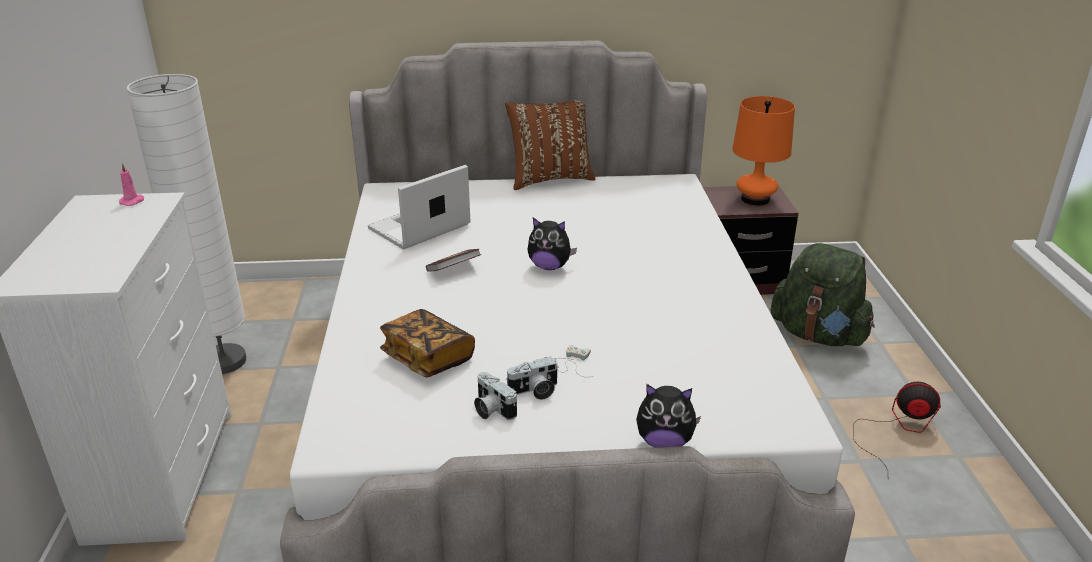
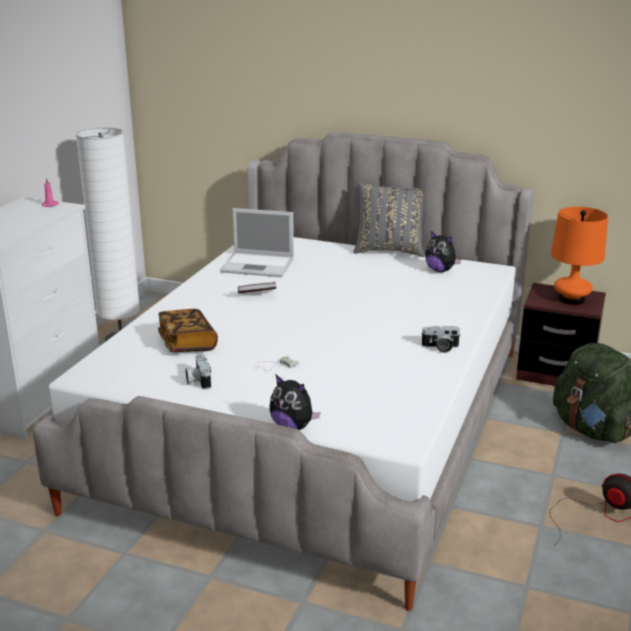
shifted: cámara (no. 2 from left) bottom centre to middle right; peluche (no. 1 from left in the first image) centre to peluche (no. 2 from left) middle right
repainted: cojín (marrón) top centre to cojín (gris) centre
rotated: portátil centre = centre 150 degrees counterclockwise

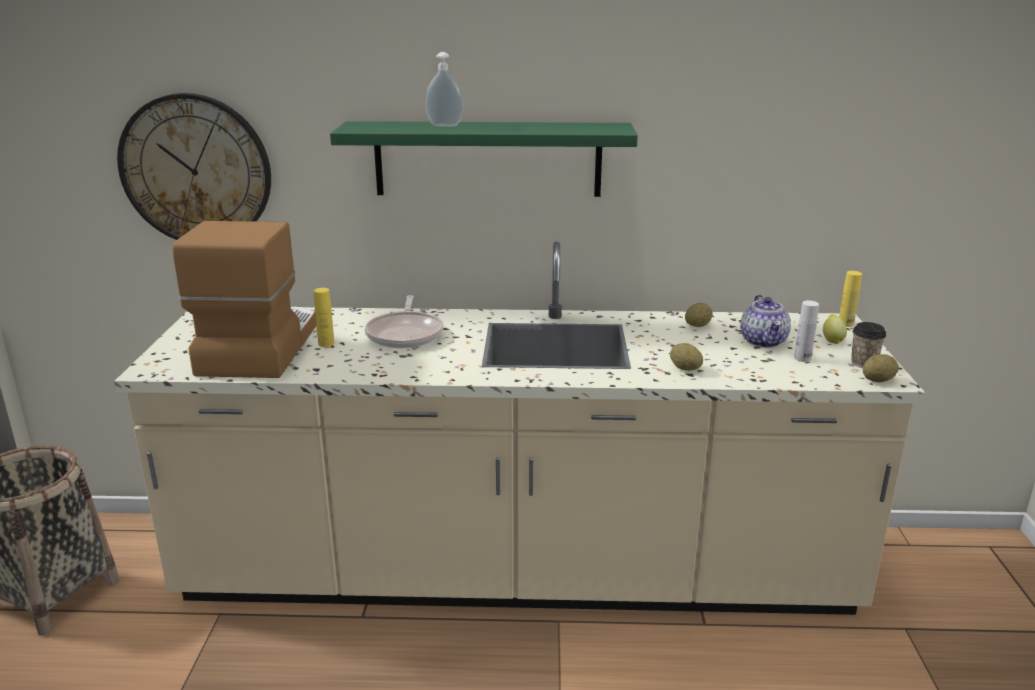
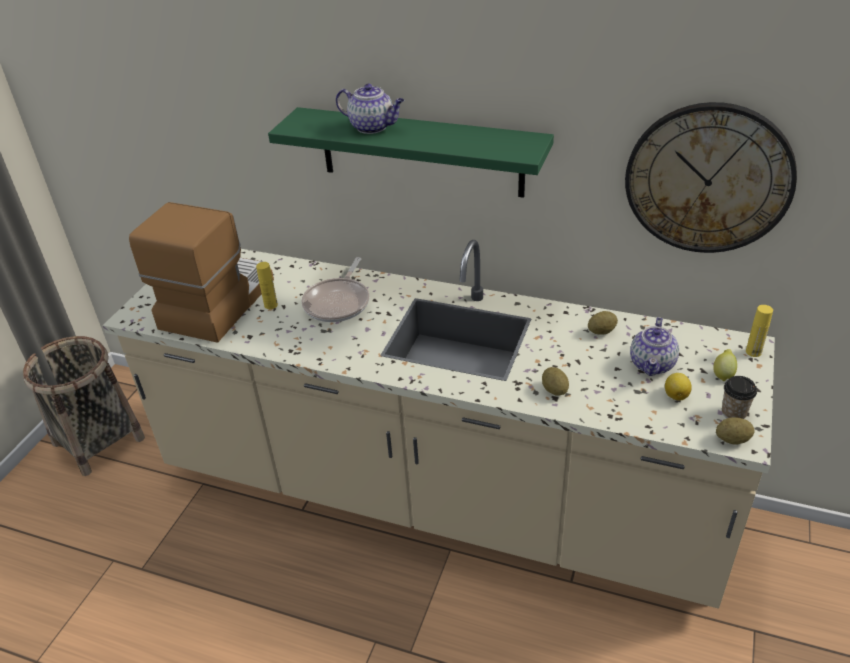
shifted: reloj de pared top left to top right
swapped: dispensador de jabón top centre to tetera (no. 1 from left) top centre; botella (blanco) middle right to limón (no. 1 from left) middle right

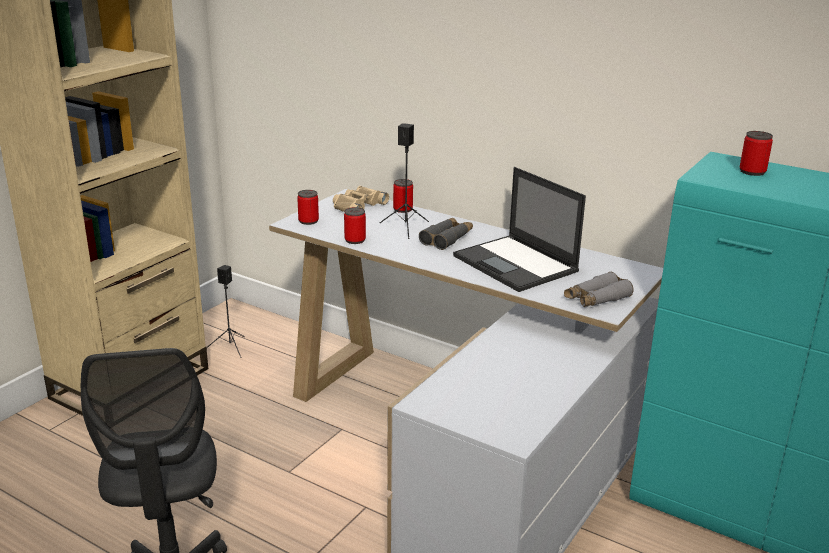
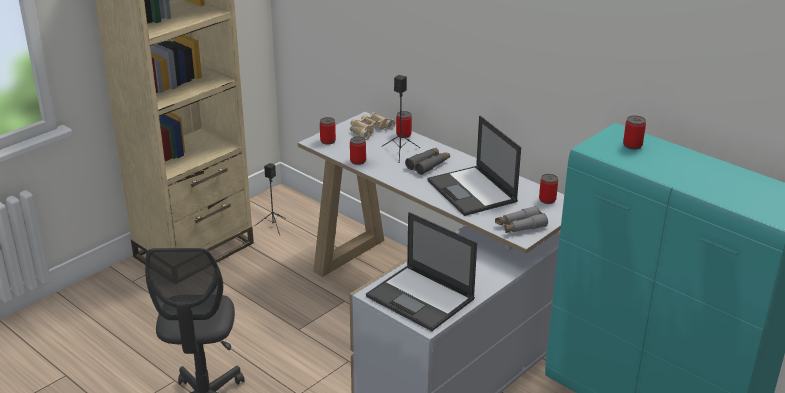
new: portátil (no. 1 from left) bottom centre; lata (no. 4 from left) middle right

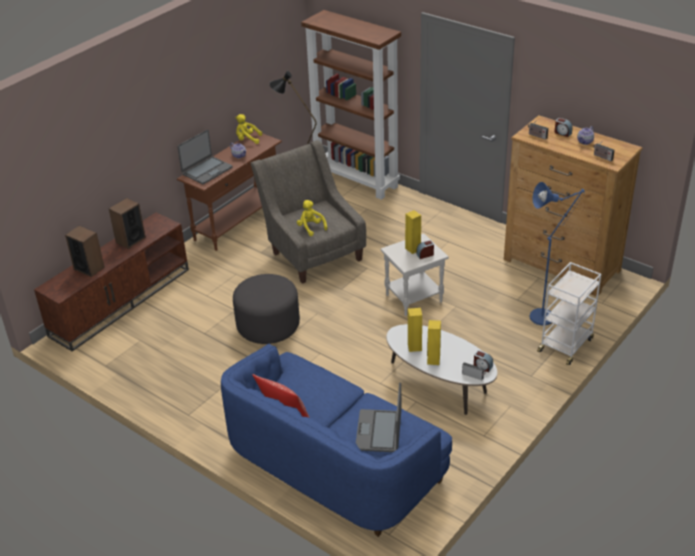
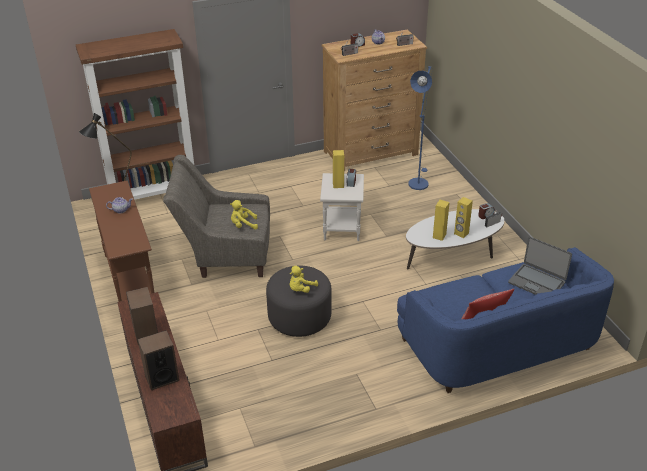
gone: portátil (no. 1 from left) top left; carrito (blanco) middle right
shifted: peluche (amarillo) (no. 1 from left in the first image) top centre to peluche (amarillo) (no. 2 from left) centre

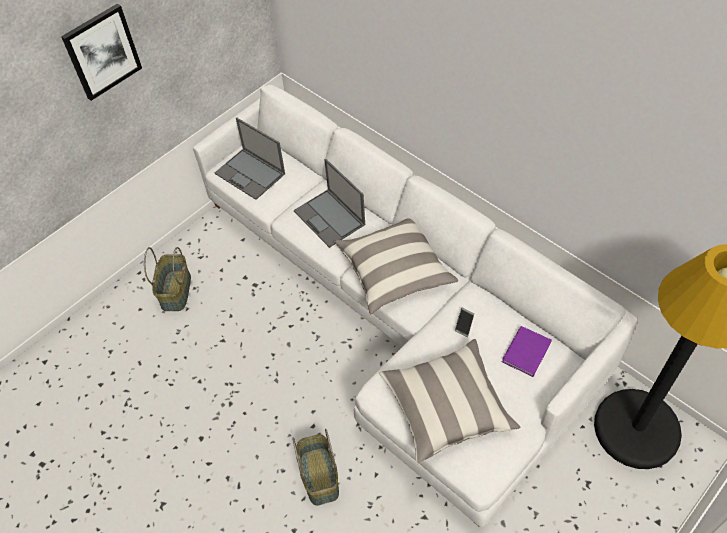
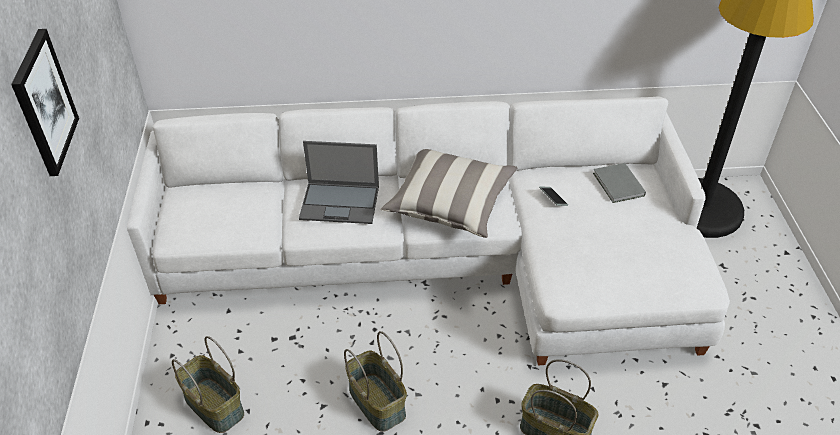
gone: portátil (no. 1 from left) top centre; cojín (no. 2 from left) bottom centre
new: cesta (no. 2 from left) bottom centre
repainted: libro (morado) middle right to libro (gris) middle right

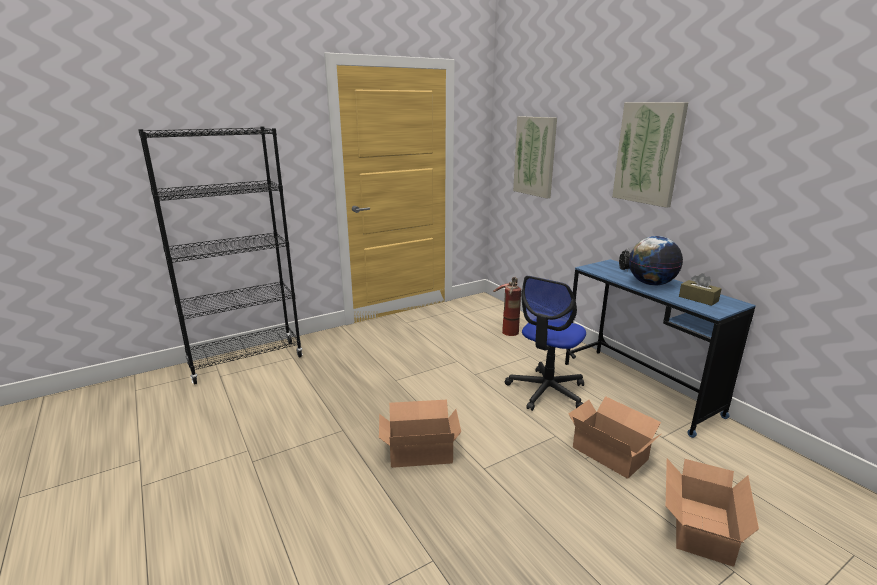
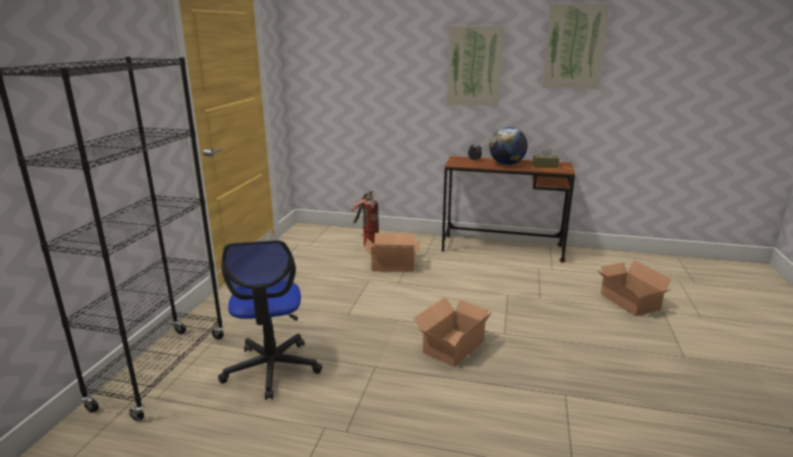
shifted: silla de oficina centre to bottom centre; cuadro (no. 1 from left in the first image) top centre to cuadro (no. 2 from left) top right; caja de cartón (no. 2 from left in the first image) bottom right to caja de cartón (no. 1 from left) centre
repainted: escritorio (azul) middle right to escritorio (marrón) centre

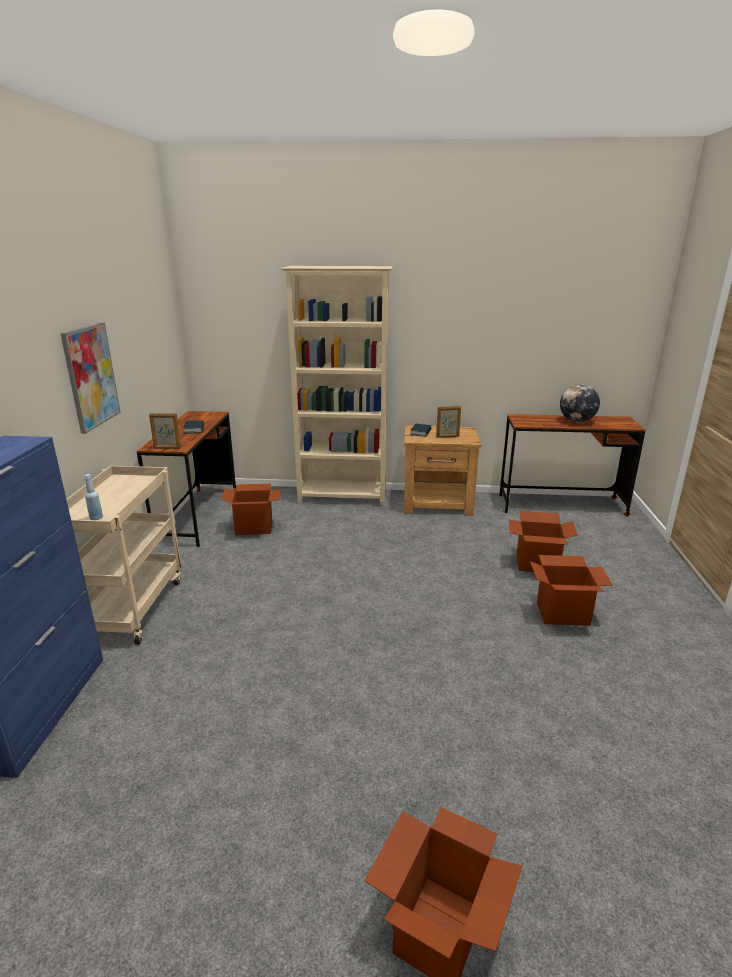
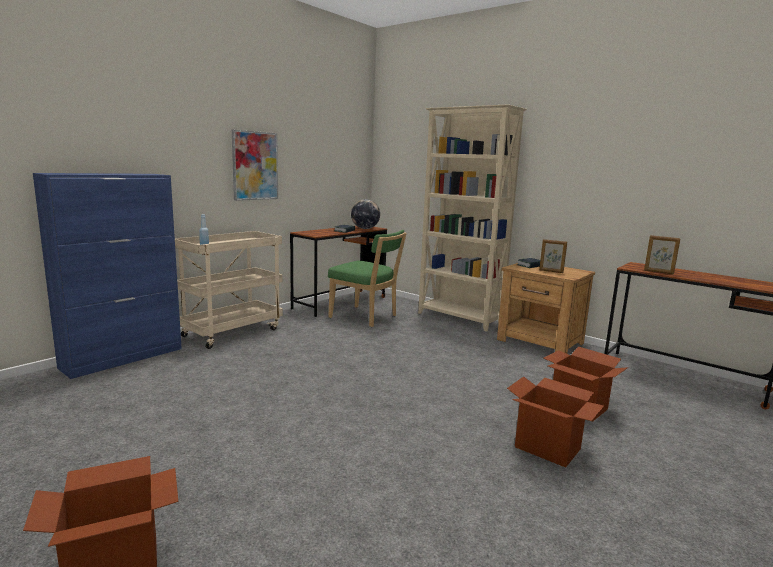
shifted: portarretratos (no. 1 from left in the first image) middle left to portarretratos (no. 2 from left) middle right; globo terráqueo middle right to centre
swapped: caja de cartón (no. 1 from left) centre to silla (verde) centre

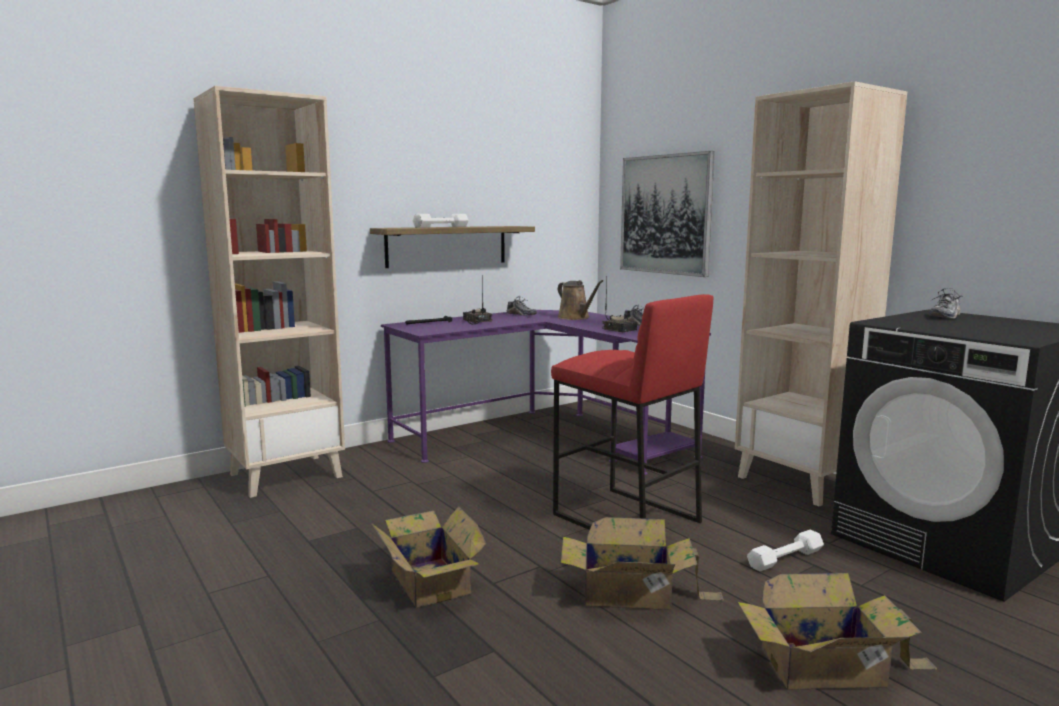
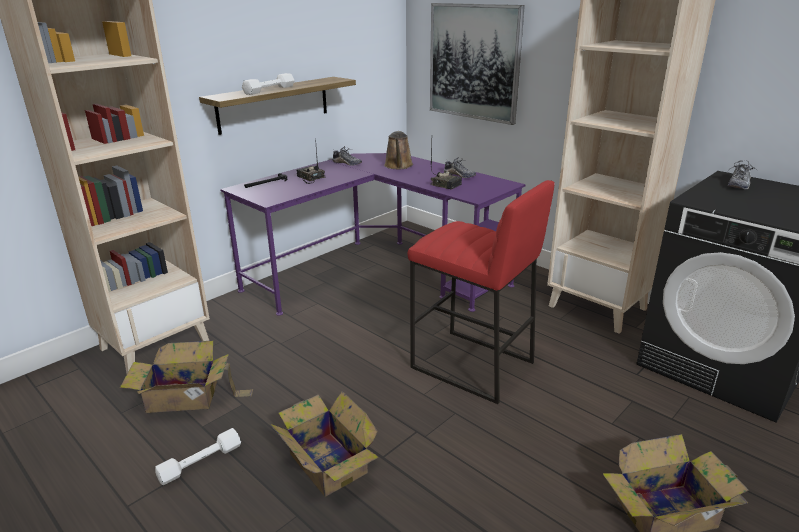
shifted: caja de cartón (no. 2 from left in the first image) bottom centre to caja de cartón (no. 1 from left) bottom left; mancuerna (blanco) (no. 2 from left in the first image) bottom right to mancuerna (blanco) (no. 1 from left) bottom left
rotated: regadera (marrón) centre = top centre 45 degrees clockwise

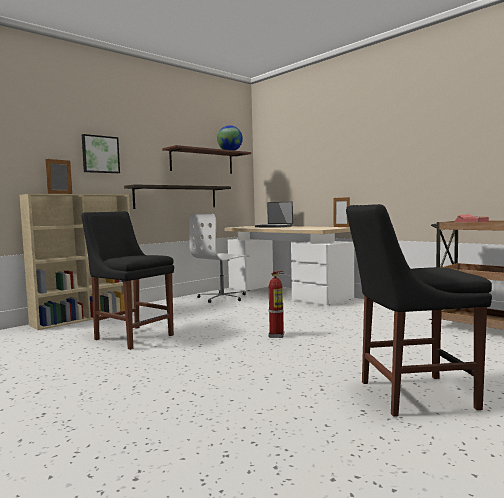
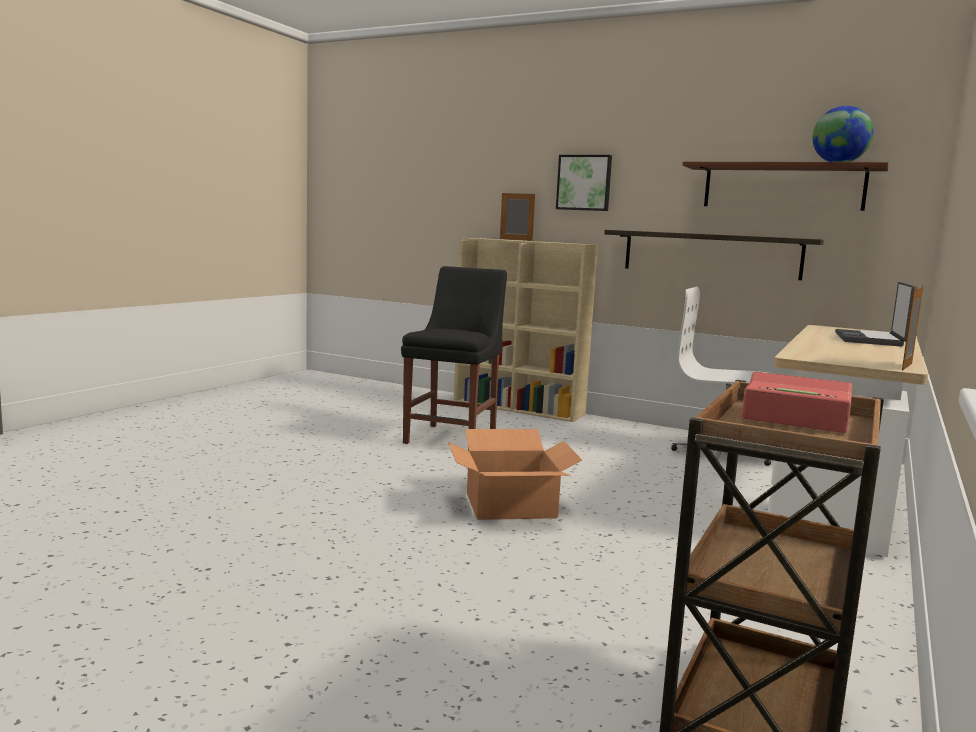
gone: silla (negro) (no. 2 from left) middle right
swapped: extintor centre to caja de cartón centre

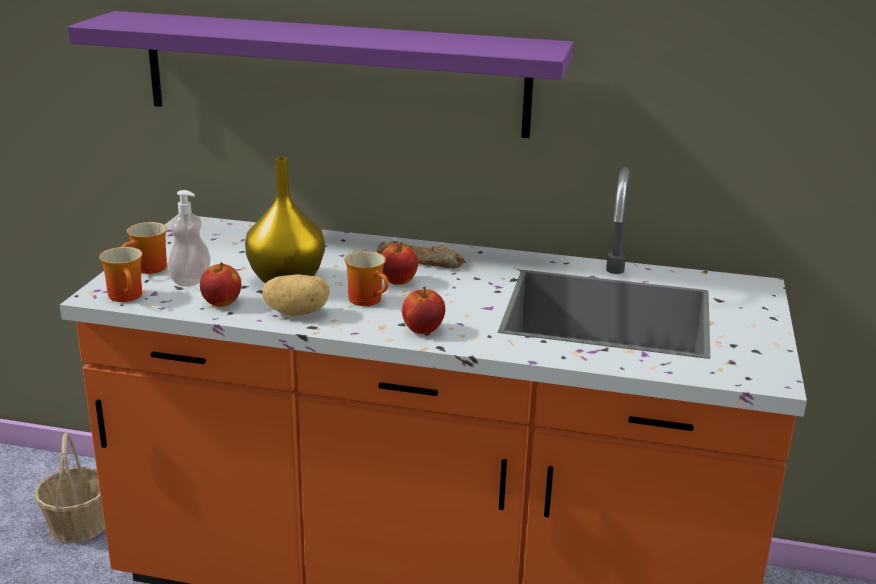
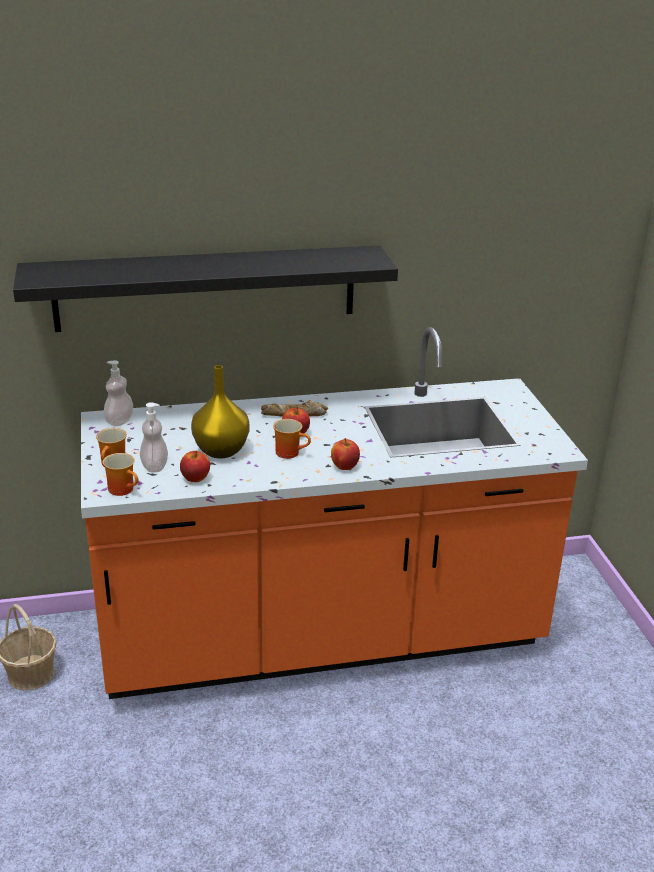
gone: patata centre
new: dispensador de jabón (no. 1 from left) middle left
repainted: estante (morado) top centre to estante (negro) top left

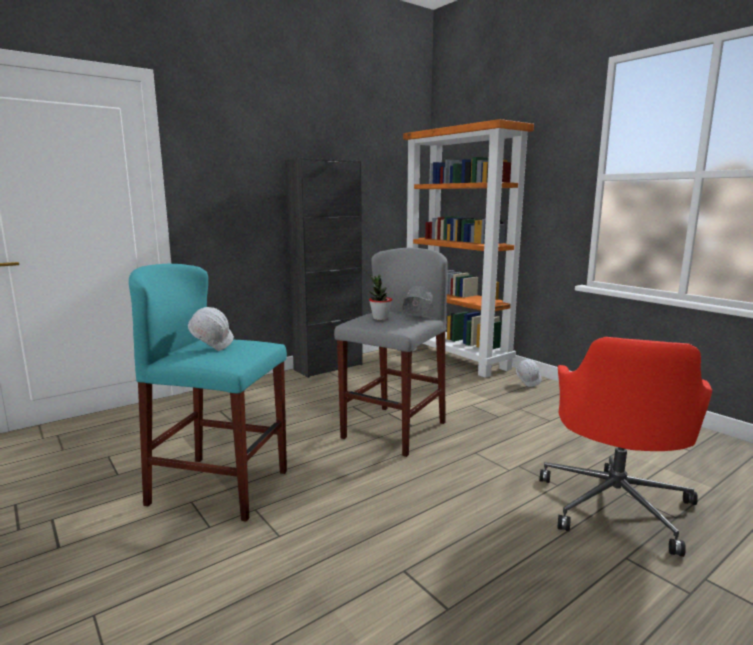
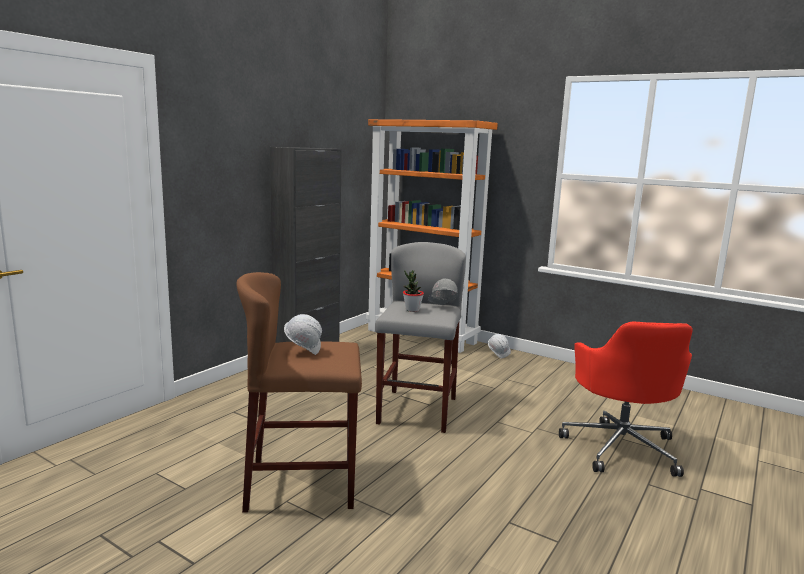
repainted: taburete (turquesa) middle left to taburete (marrón) bottom centre

